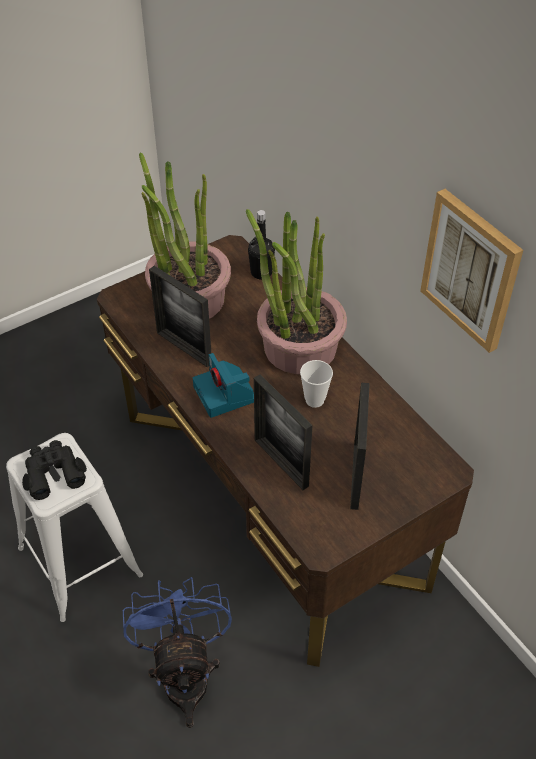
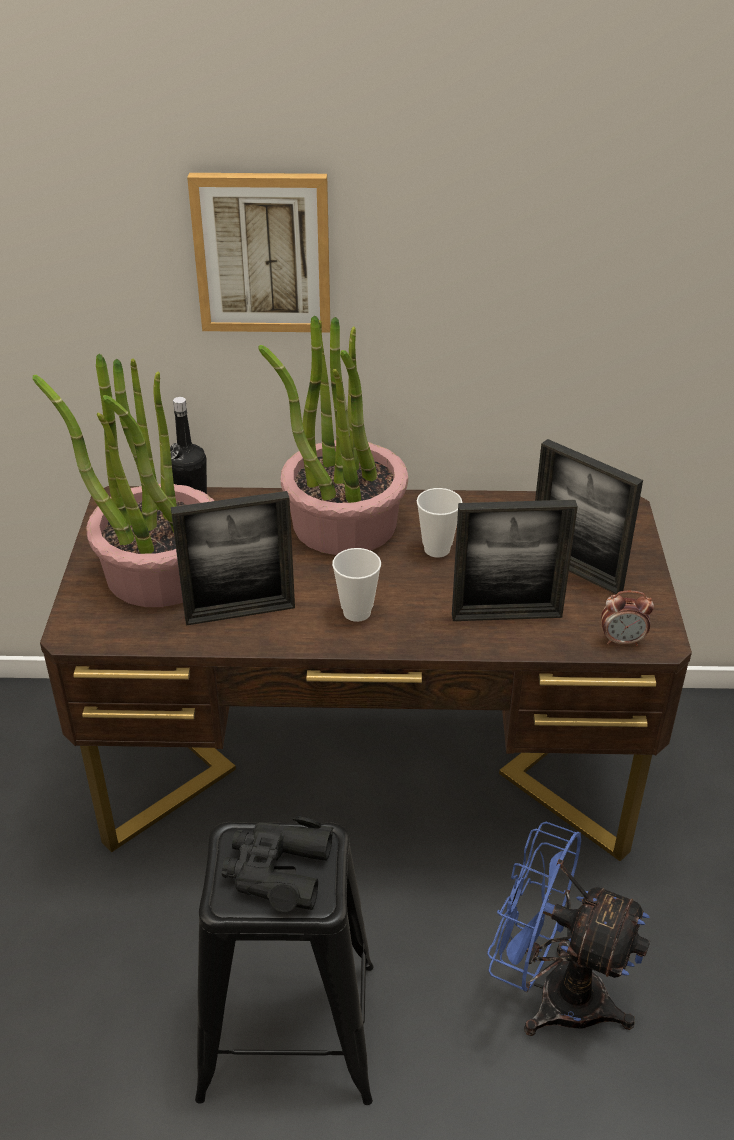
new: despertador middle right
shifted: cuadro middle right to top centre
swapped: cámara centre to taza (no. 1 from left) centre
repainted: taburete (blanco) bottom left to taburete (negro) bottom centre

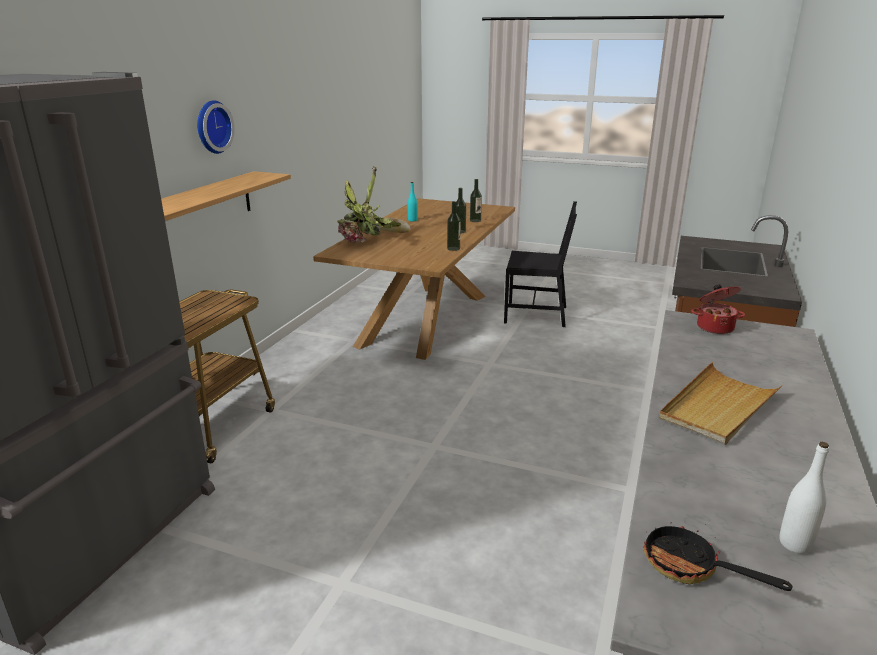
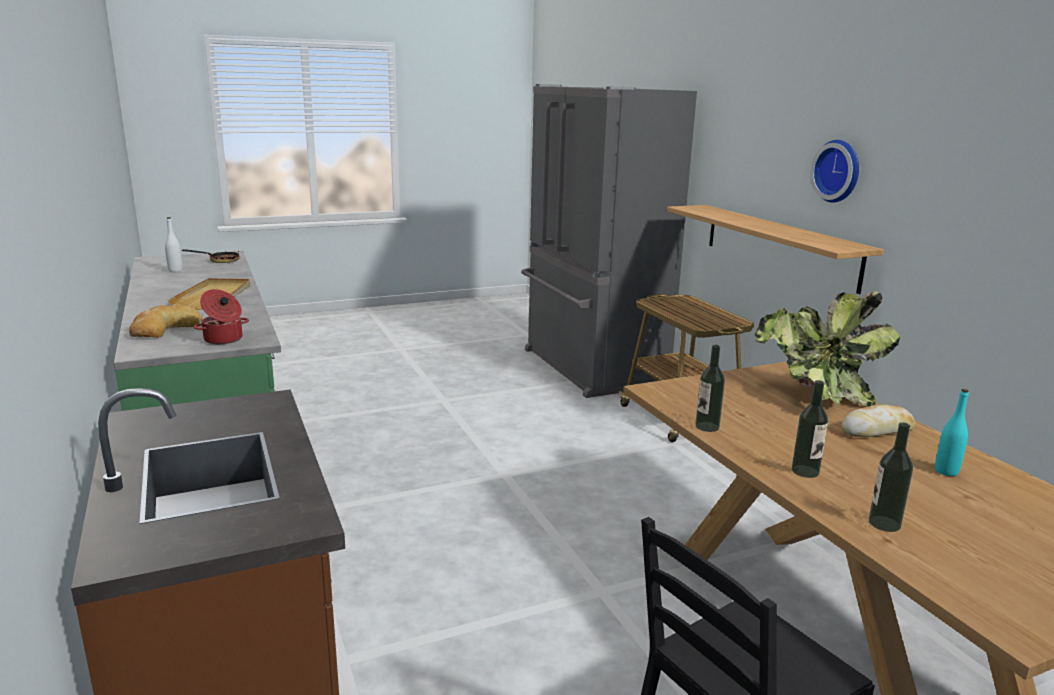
new: pan (no. 1 from left) middle left

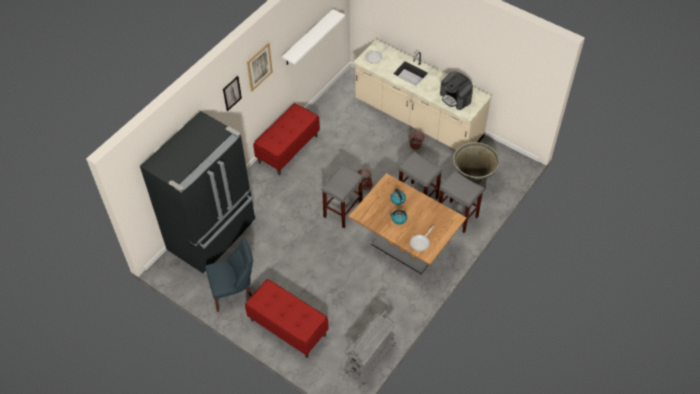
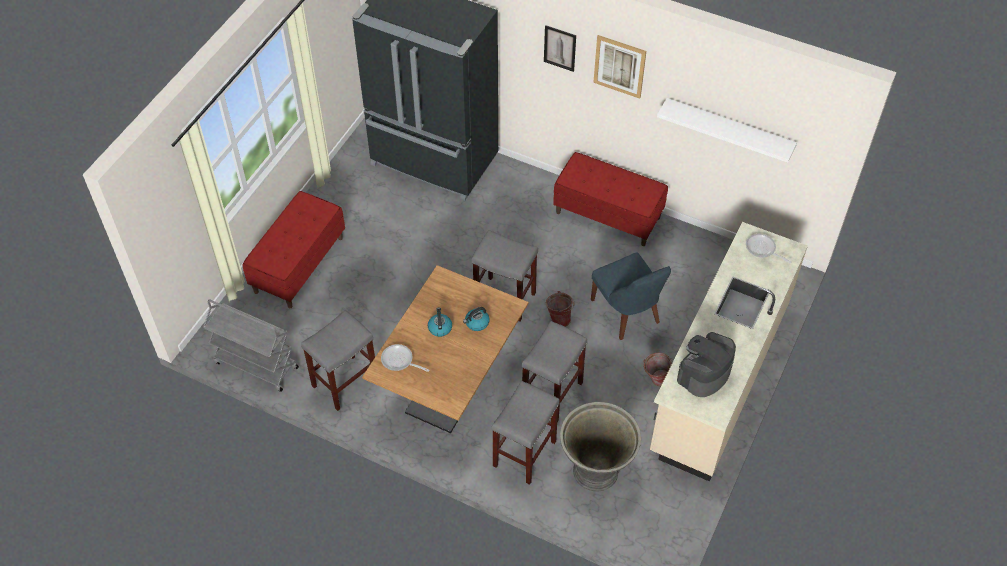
new: taburete (gris) (no. 1 from left) centre
shifted: silla (azul) bottom left to centre

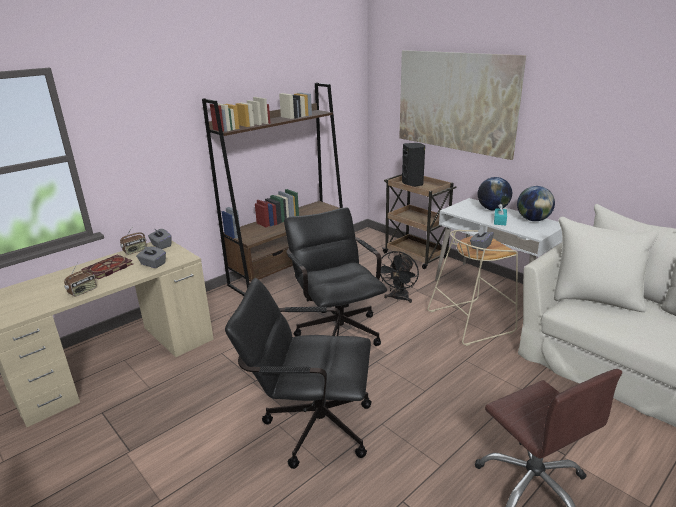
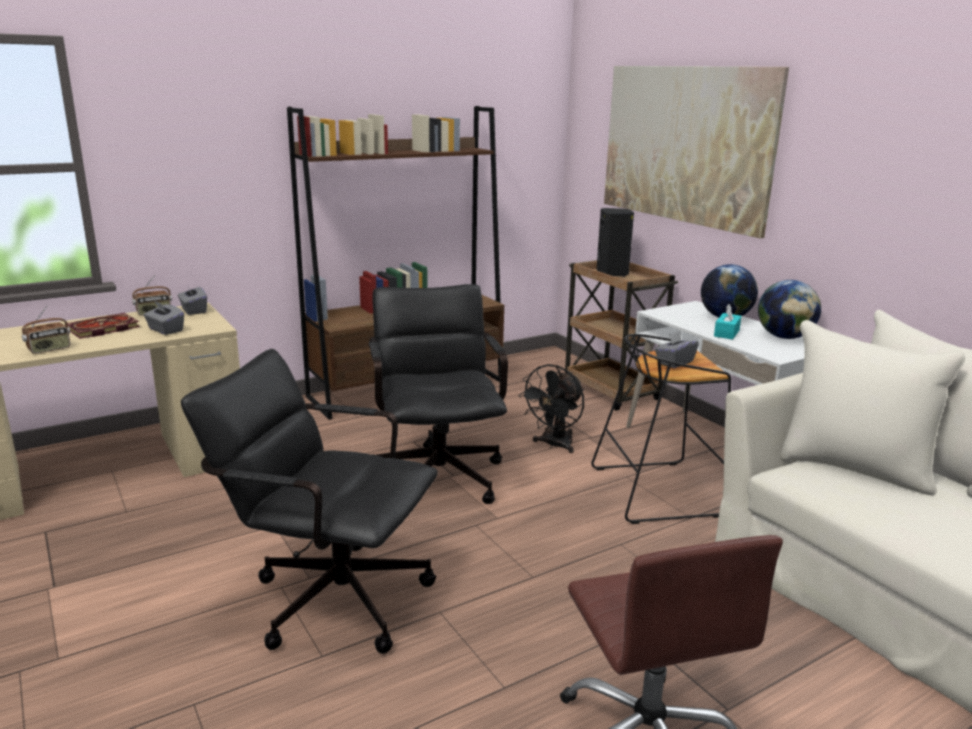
repainted: taburete (beis) middle right to taburete (negro) middle right

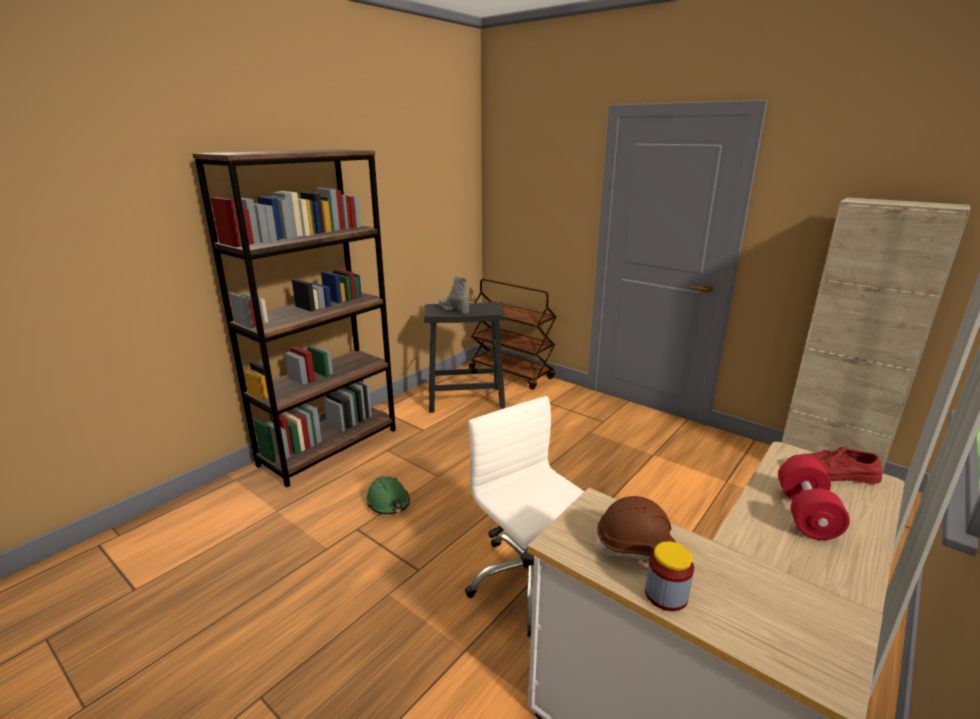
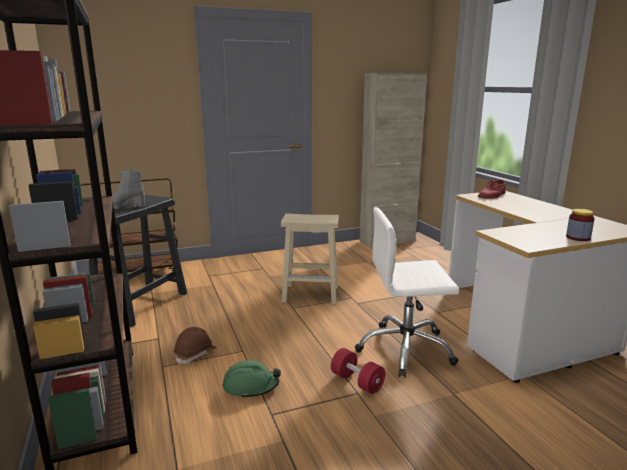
new: taburete (beis) centre
shifted: casco (marrón) bottom centre to bottom left; mancuerna (rojo) bottom right to bottom centre

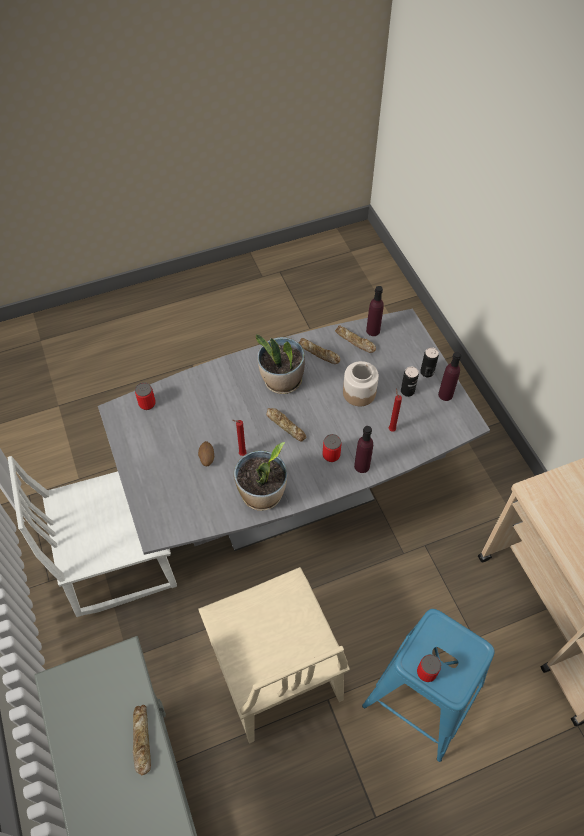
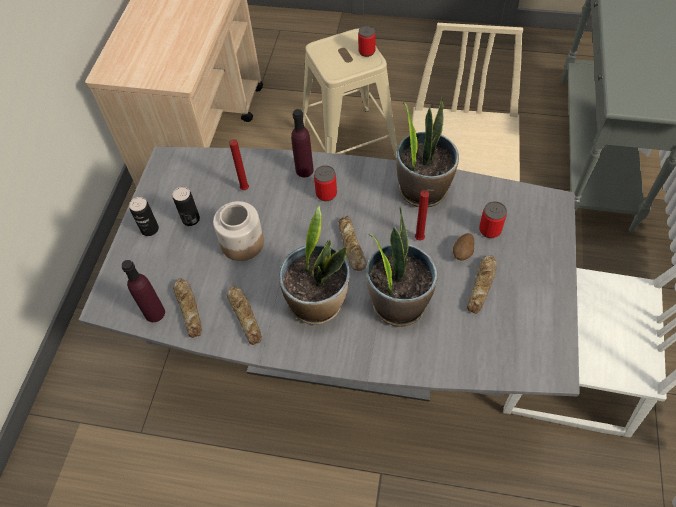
gone: botella (morado) (no. 3 from left) middle right
new: planta en maceta (no. 2 from left) centre
shifted: pan (no. 1 from left in the first image) bottom left to pan (no. 4 from left) middle right; lata (no. 1 from left in the first image) middle left to lata (no. 5 from left) middle right
repainted: taburete (azul) bottom right to taburete (beis) top centre

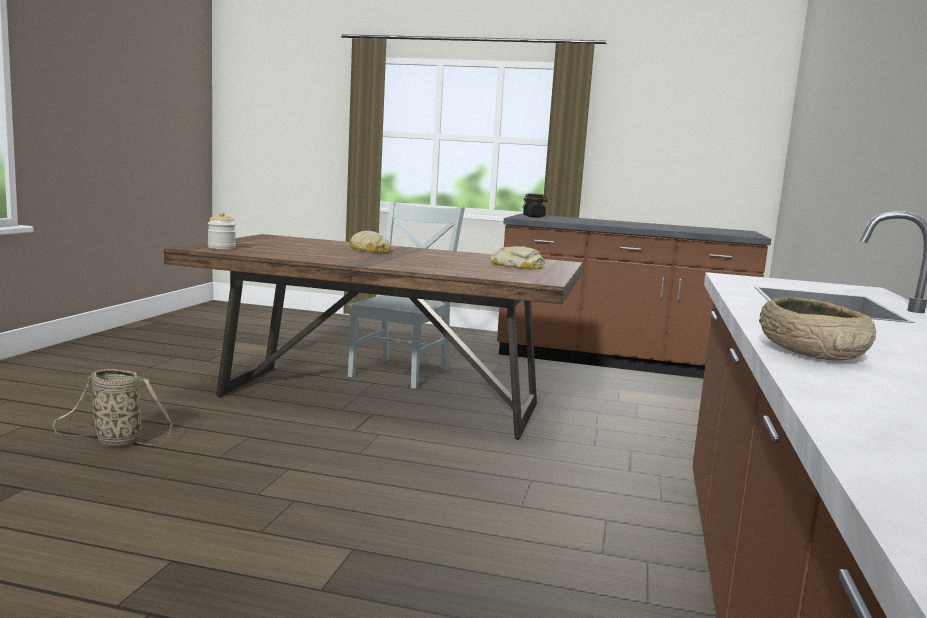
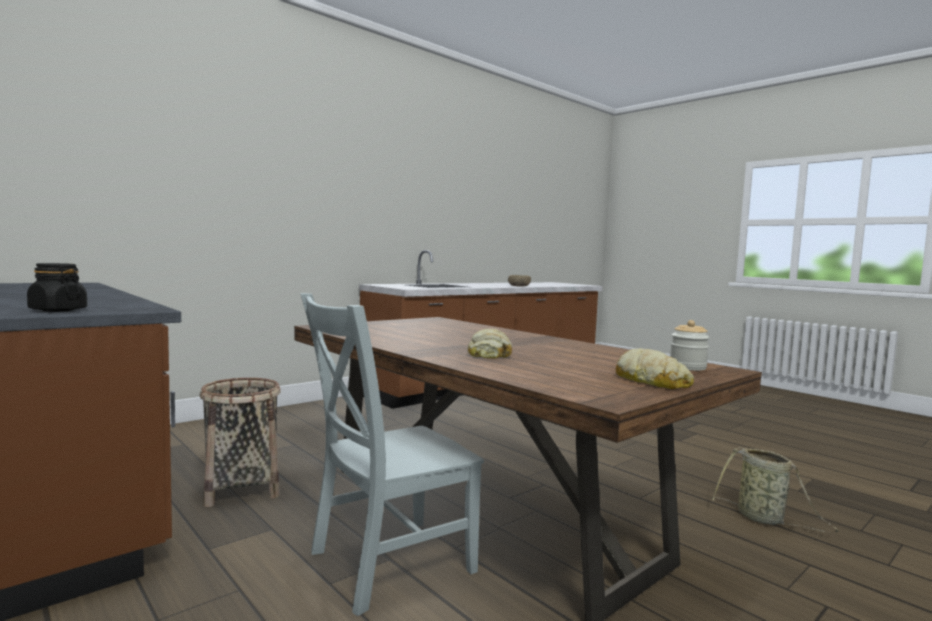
new: cesta (no. 1 from left) bottom left
shifted: pan (no. 2 from left) centre to middle right

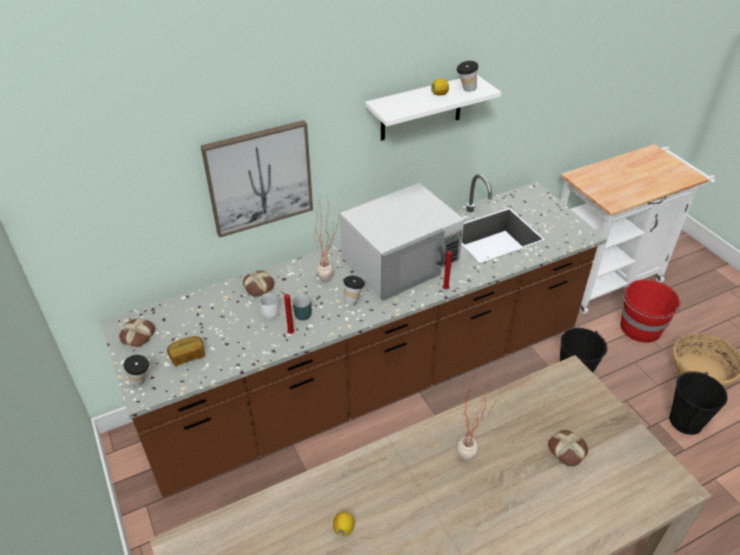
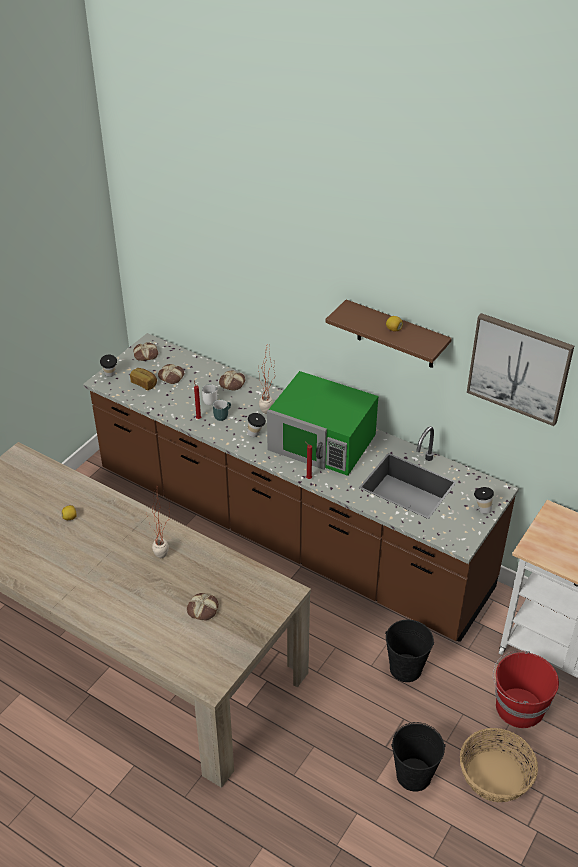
new: pan (no. 3 from left) middle left
shifted: cuadro top centre to middle right; taza (no. 3 from left) top centre to middle right
repainted: microondas (blanco) centre to microondas (verde) centre; estante (blanco) top centre to estante (marrón) middle right

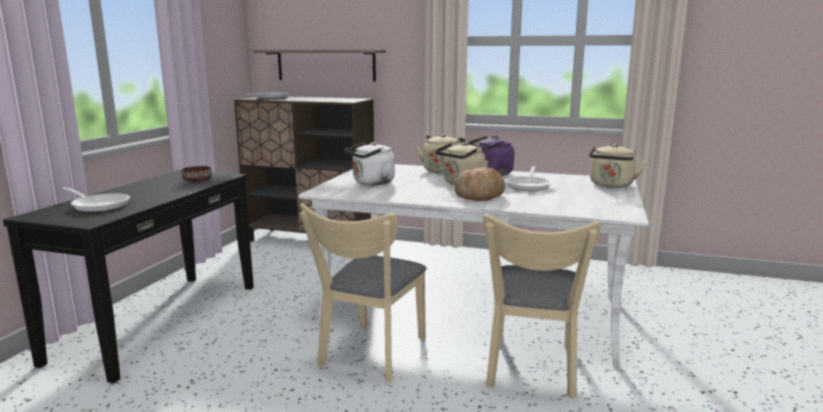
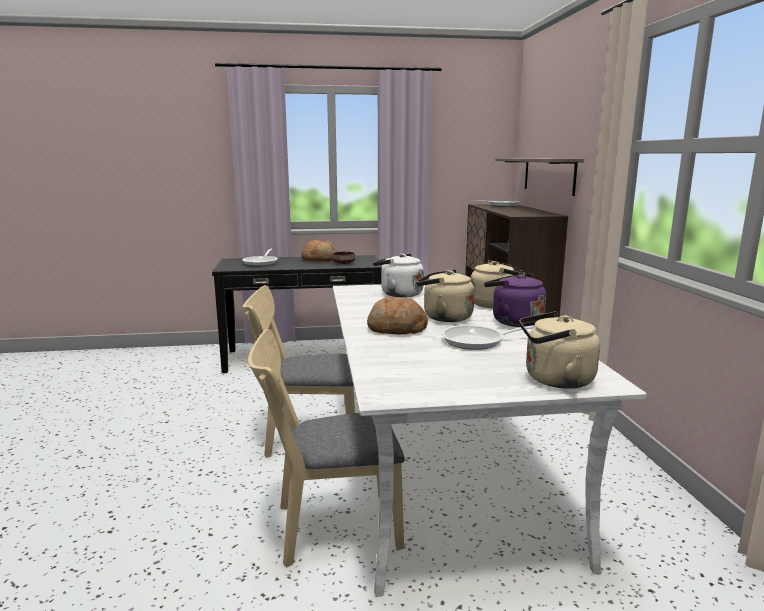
new: pan (no. 1 from left) centre

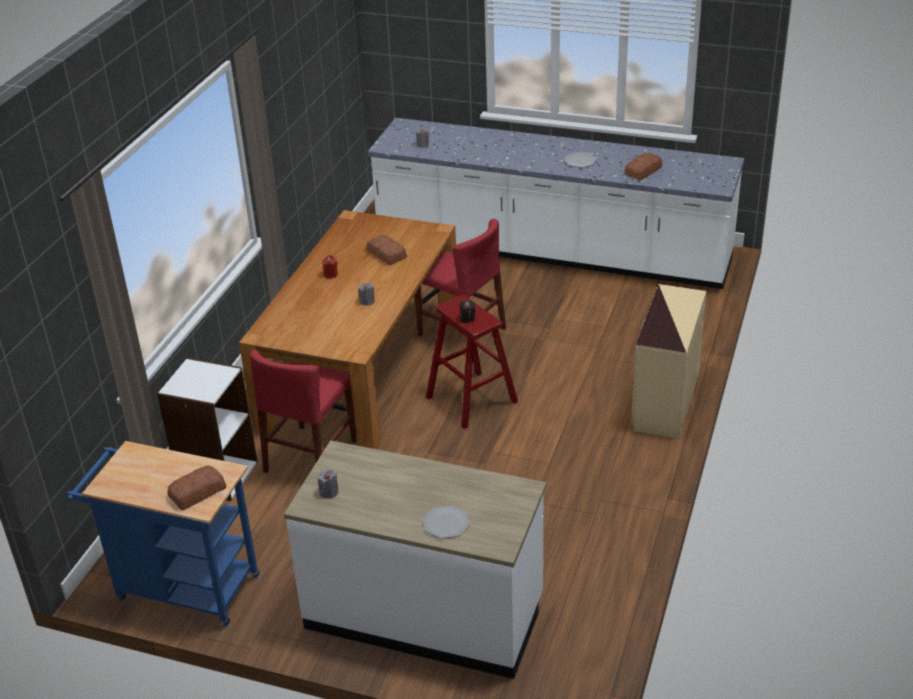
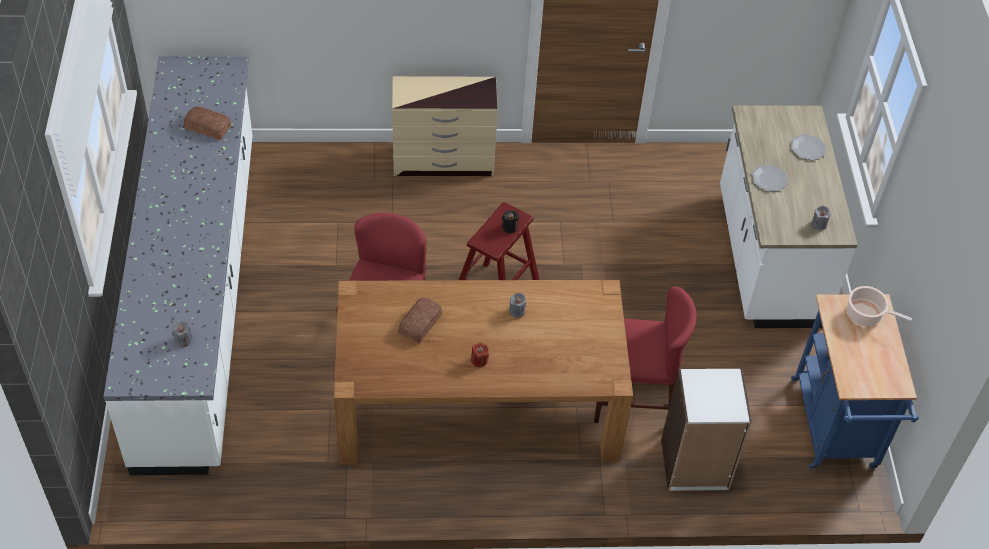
shifted: plato (no. 2 from left in the first image) top centre to plato (no. 1 from left) top right
swapped: pan (no. 1 from left) bottom left to olla middle right

